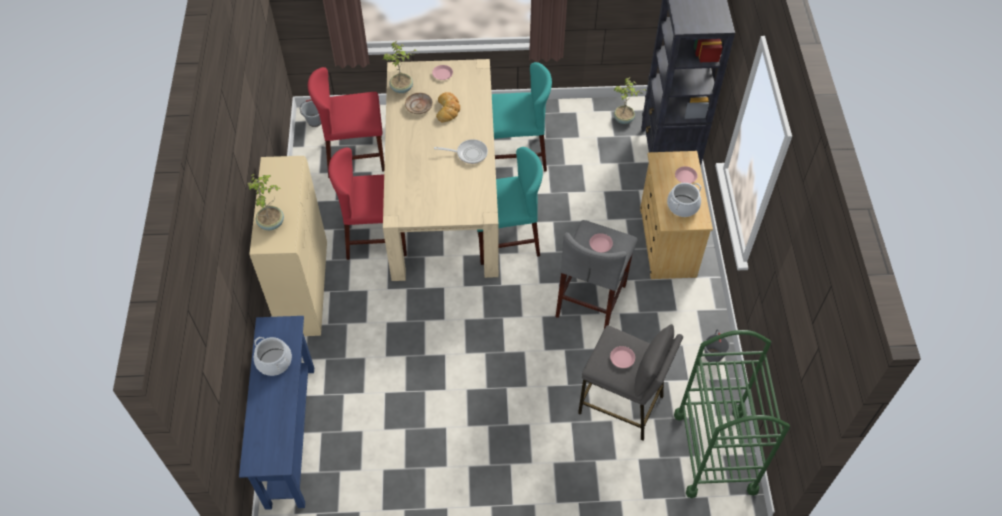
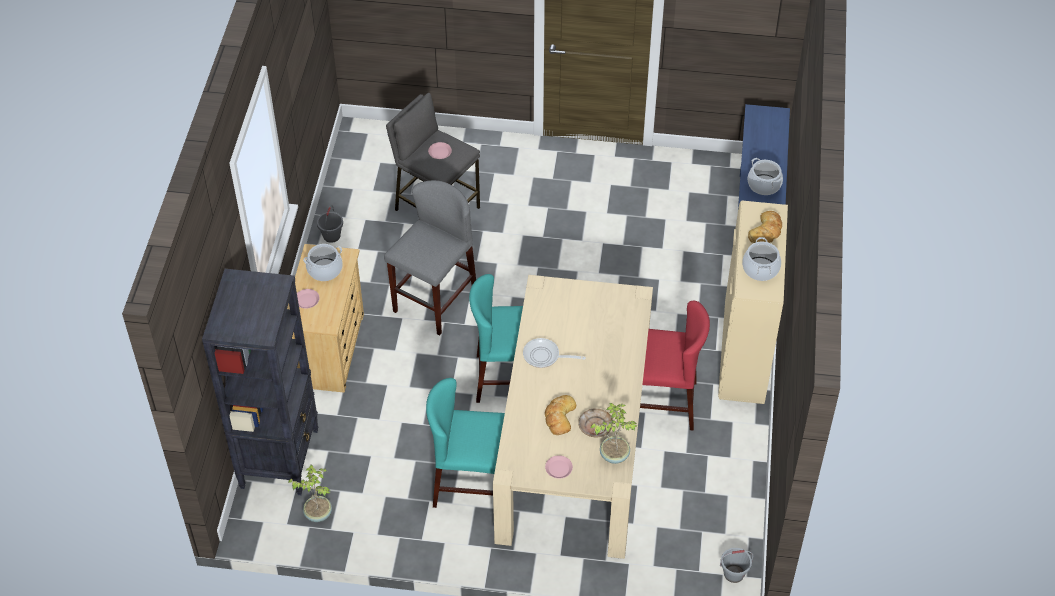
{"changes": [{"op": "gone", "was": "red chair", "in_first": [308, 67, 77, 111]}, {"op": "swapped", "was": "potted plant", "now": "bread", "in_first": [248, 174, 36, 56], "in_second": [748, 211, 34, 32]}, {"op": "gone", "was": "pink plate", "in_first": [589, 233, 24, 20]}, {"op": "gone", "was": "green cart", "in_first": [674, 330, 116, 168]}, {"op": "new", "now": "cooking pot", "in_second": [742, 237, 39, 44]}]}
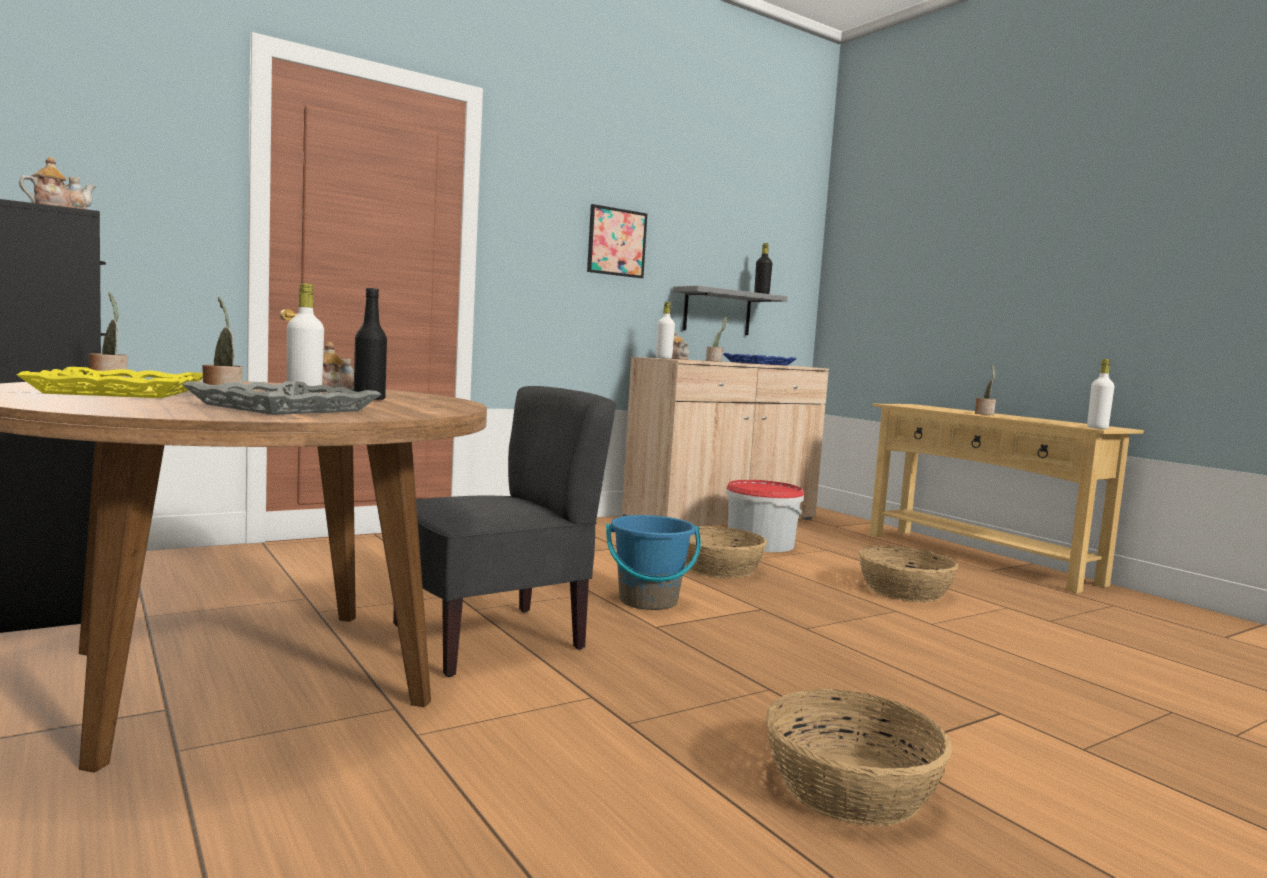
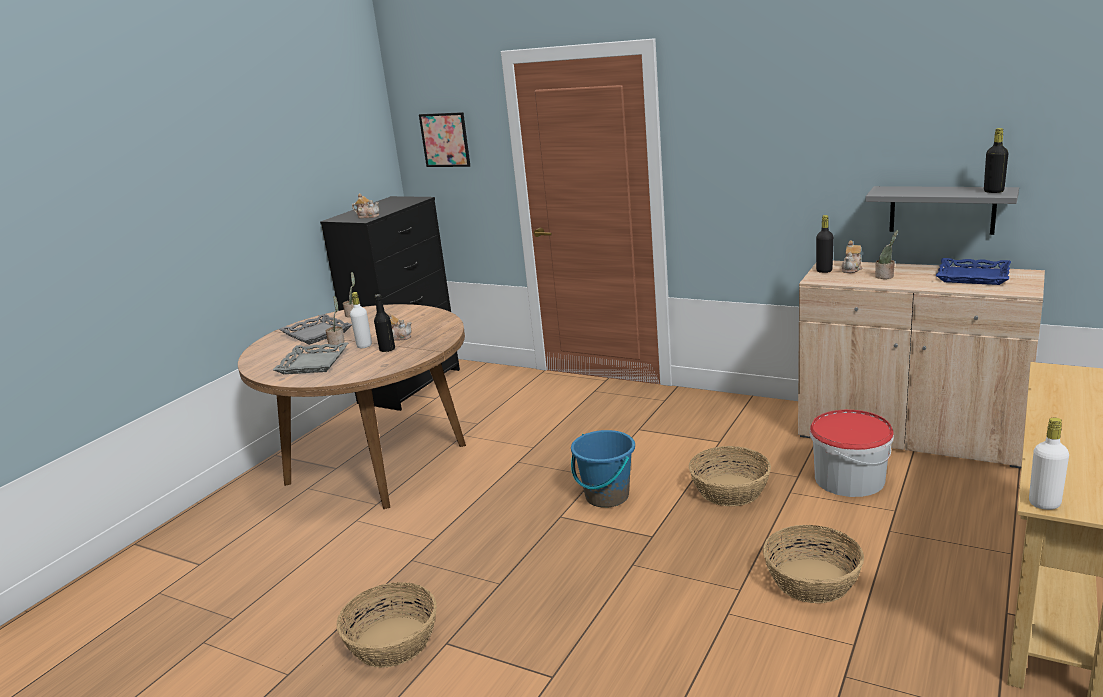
{"changes": [{"op": "shifted", "was": "picture", "in_first": [587, 204, 60, 74], "in_second": [419, 112, 51, 55]}, {"op": "repainted", "was": "white bottle", "now": "black bottle", "in_first": [656, 302, 19, 57], "in_second": [816, 215, 18, 58]}, {"op": "gone", "was": "potted plant", "in_first": [975, 364, 21, 51]}, {"op": "repainted", "was": "yellow tray", "now": "grey tray", "in_first": [17, 367, 186, 31], "in_second": [279, 314, 73, 31]}, {"op": "gone", "was": "grey chair", "in_first": [393, 386, 223, 291]}]}
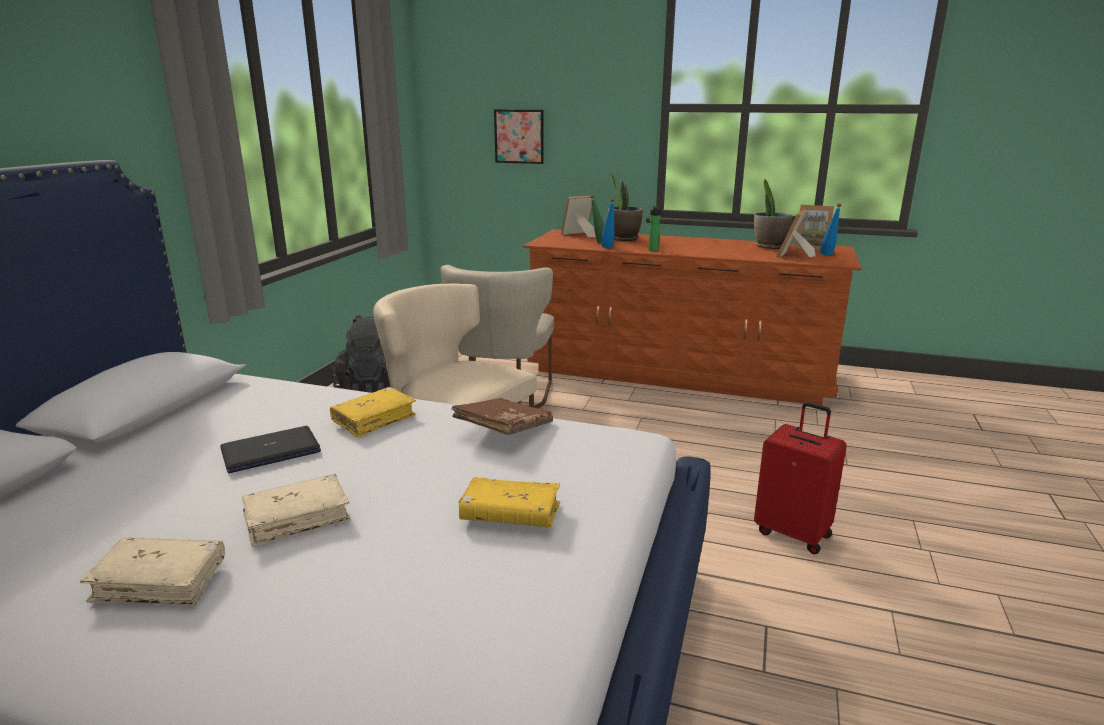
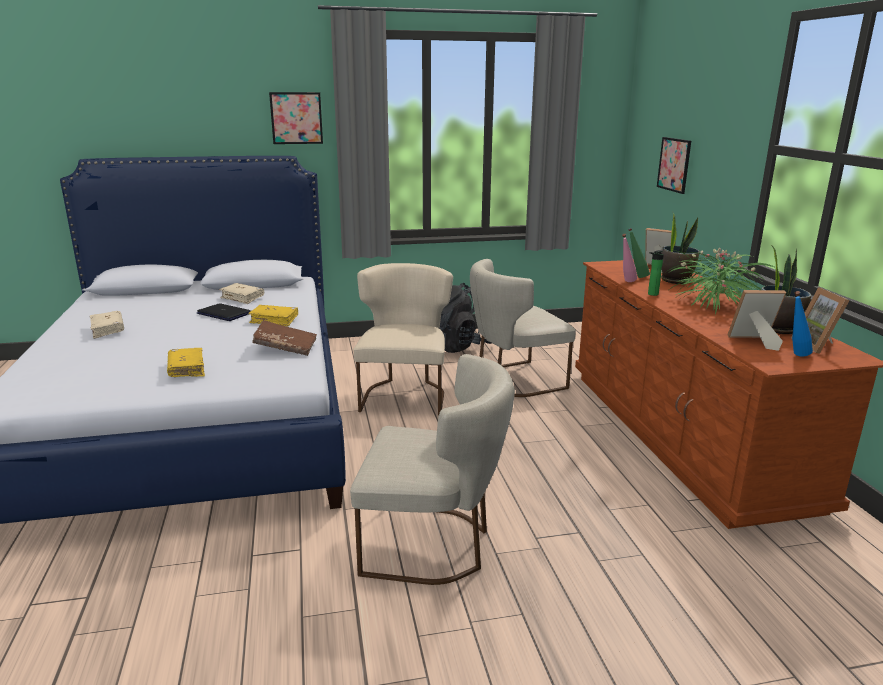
{"changes": [{"op": "repainted", "was": "blue bottle", "now": "pink bottle", "in_first": [601, 198, 14, 50], "in_second": [622, 234, 15, 48]}, {"op": "swapped", "was": "red suitcase", "now": "beige chair", "in_first": [754, 402, 93, 152], "in_second": [350, 354, 165, 231]}, {"op": "shifted", "was": "beige book", "in_first": [241, 474, 110, 73], "in_second": [219, 283, 45, 21]}, {"op": "new", "now": "picture", "in_second": [269, 92, 54, 52]}, {"op": "new", "now": "potted plant", "in_second": [666, 248, 110, 67]}]}
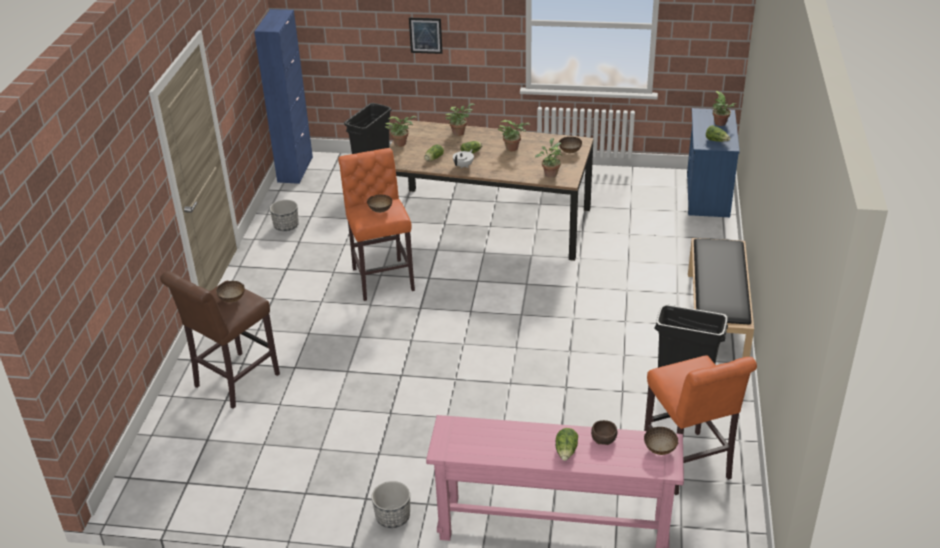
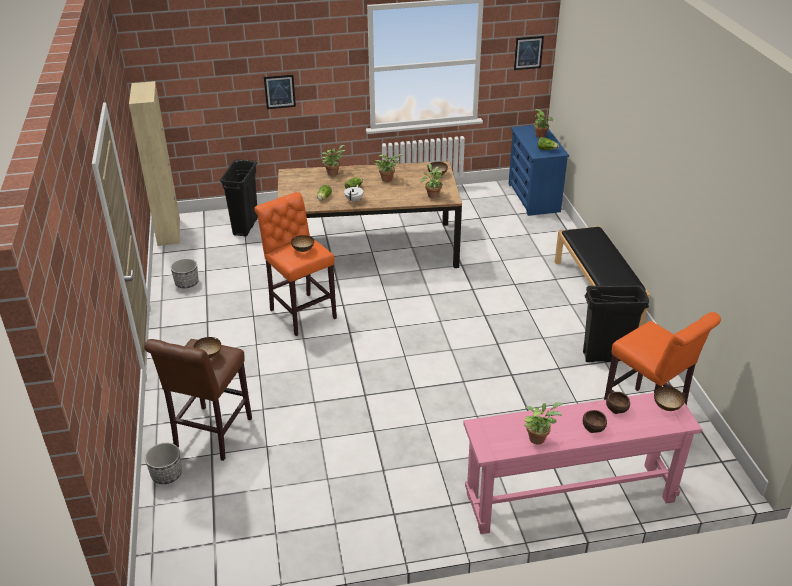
{"changes": [{"op": "repainted", "was": "blue cabinet", "now": "beige cabinet", "in_first": [254, 9, 59, 175], "in_second": [129, 81, 51, 165]}, {"op": "shifted", "was": "potted plant", "in_first": [385, 116, 31, 31], "in_second": [524, 402, 39, 43]}, {"op": "swapped", "was": "lettuce", "now": "brown bowl", "in_first": [556, 428, 22, 33], "in_second": [583, 410, 24, 23]}, {"op": "shifted", "was": "planter", "in_first": [372, 481, 38, 47], "in_second": [145, 443, 37, 41]}, {"op": "new", "now": "picture", "in_second": [514, 36, 30, 34]}]}
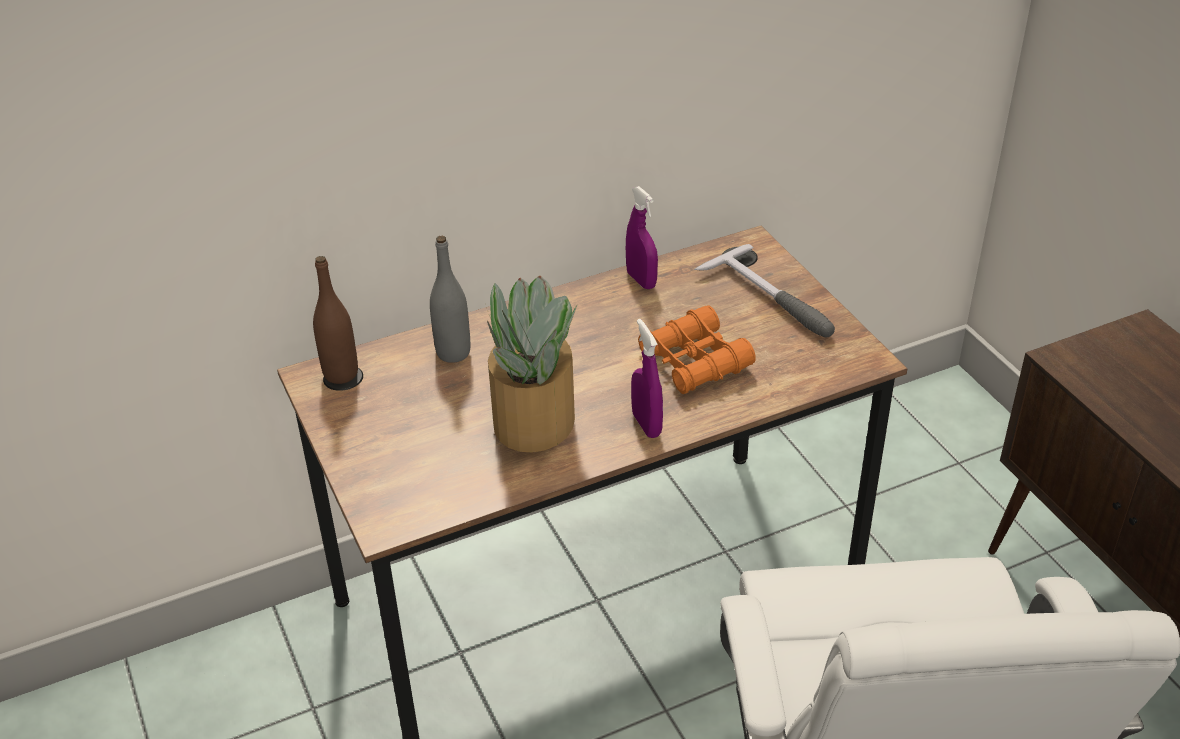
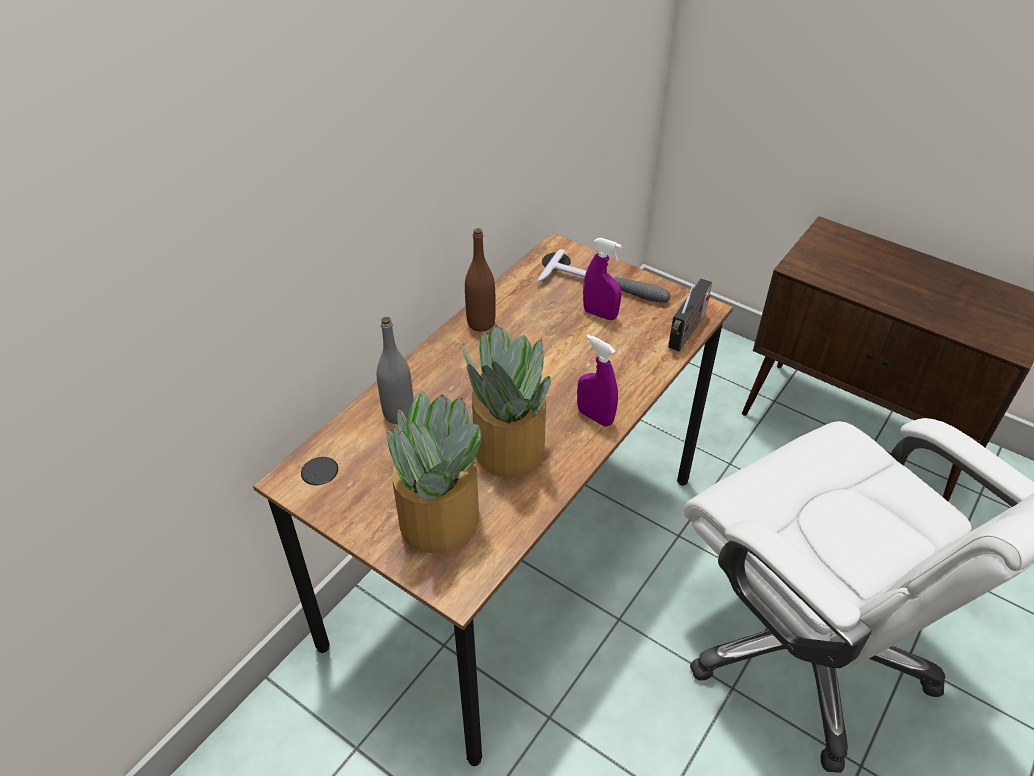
{"changes": [{"op": "shifted", "was": "purple spray bottle", "in_first": [626, 186, 32, 103], "in_second": [583, 238, 39, 82]}, {"op": "shifted", "was": "brown bottle", "in_first": [313, 256, 45, 128], "in_second": [465, 228, 31, 104]}, {"op": "gone", "was": "orange binoculars", "in_first": [638, 306, 118, 88]}, {"op": "new", "now": "radio", "in_second": [668, 278, 44, 74]}, {"op": "new", "now": "potted plant", "in_second": [382, 391, 100, 162]}]}
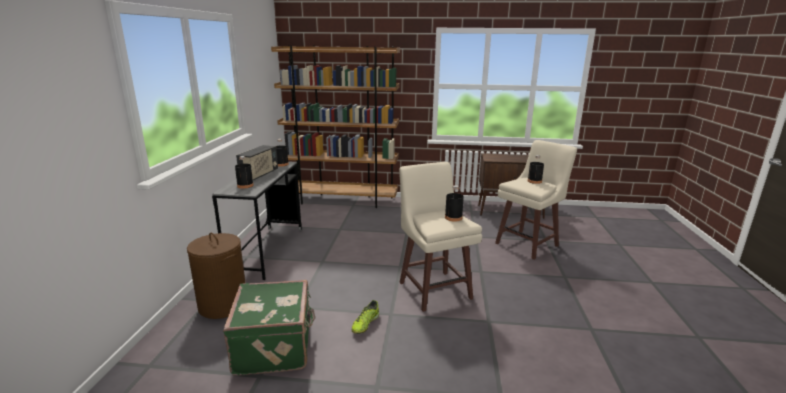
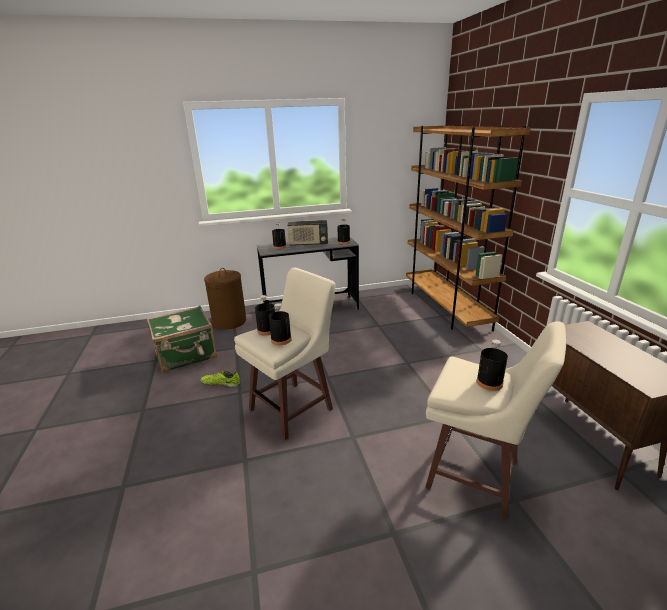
{"changes": [{"op": "new", "now": "black bottle", "in_second": [255, 295, 20, 40]}]}
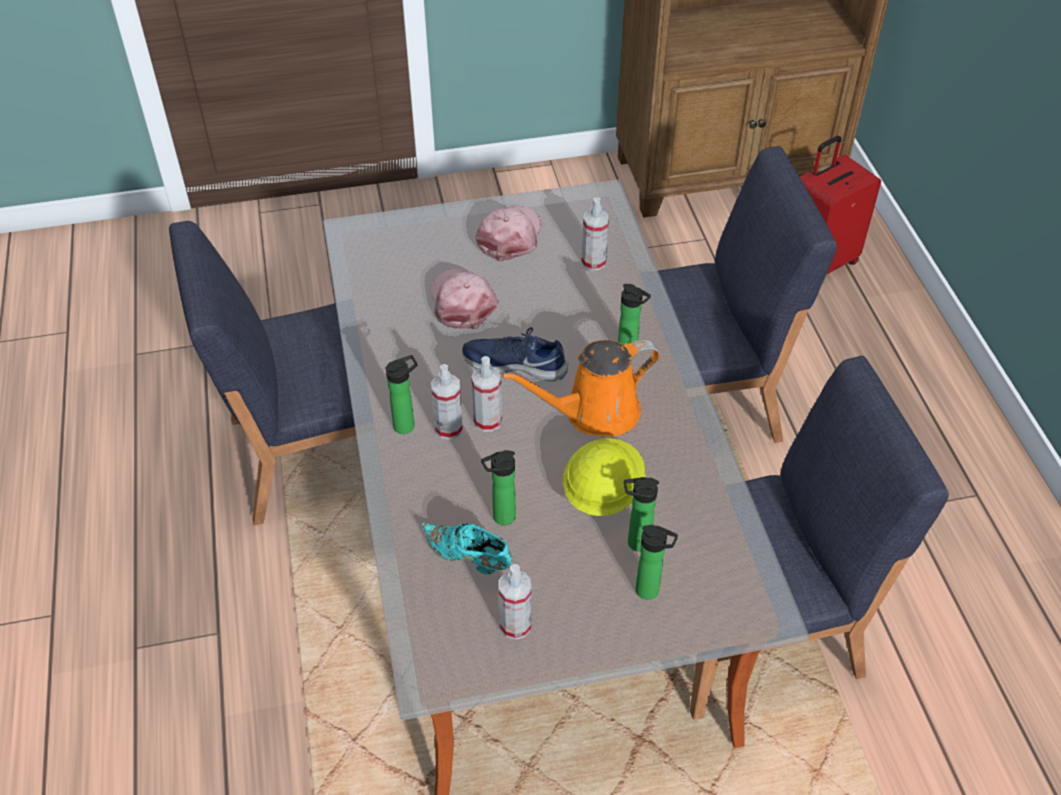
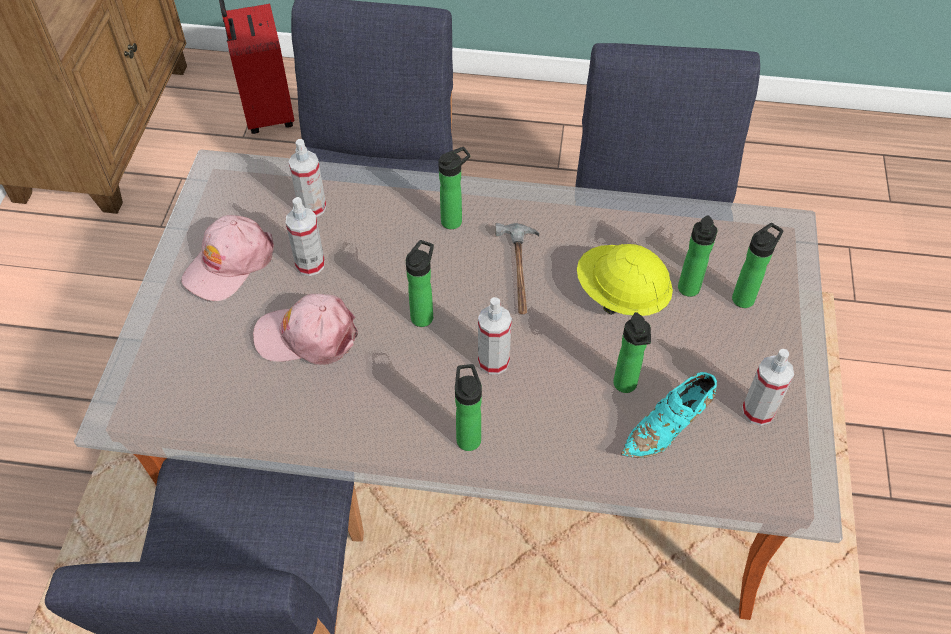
{"changes": [{"op": "rotated", "was": "pink cap", "in_first": [476, 206, 65, 56], "in_second": [181, 215, 93, 86], "clockwise": -90}, {"op": "swapped", "was": "blue shoe", "now": "bottle", "in_first": [462, 327, 106, 54], "in_second": [406, 240, 28, 87]}, {"op": "swapped", "was": "orange watering can", "now": "hammer", "in_first": [502, 340, 158, 97], "in_second": [495, 223, 44, 92]}, {"op": "shifted", "was": "spray bottle", "in_first": [431, 364, 32, 76], "in_second": [286, 197, 39, 79]}]}
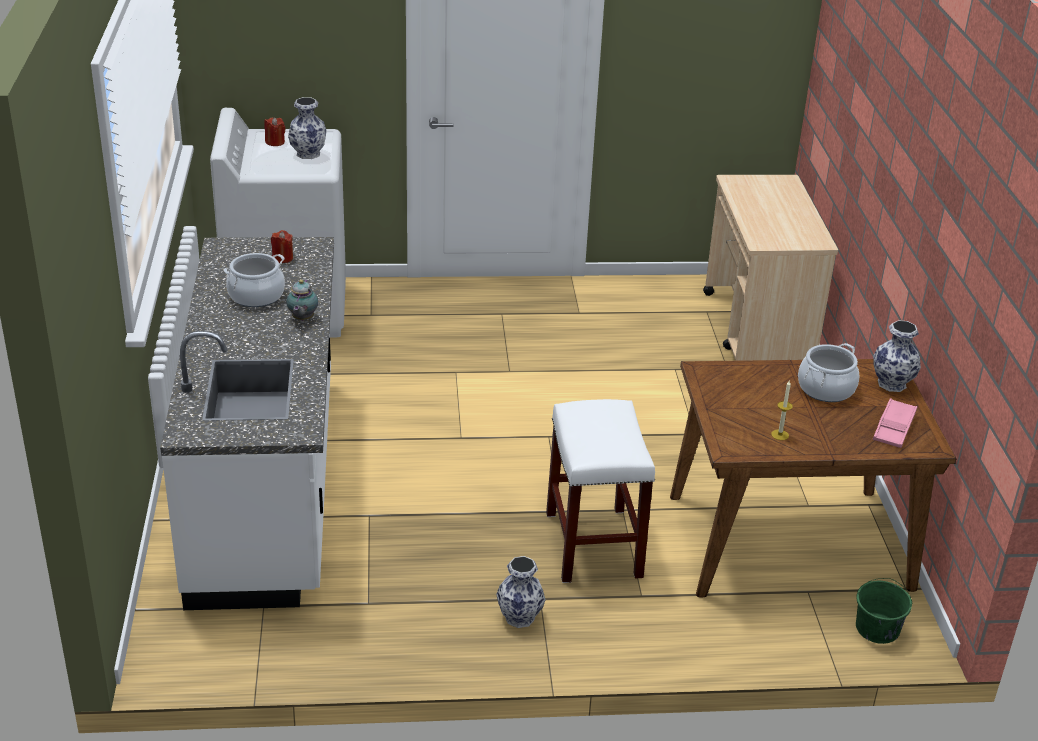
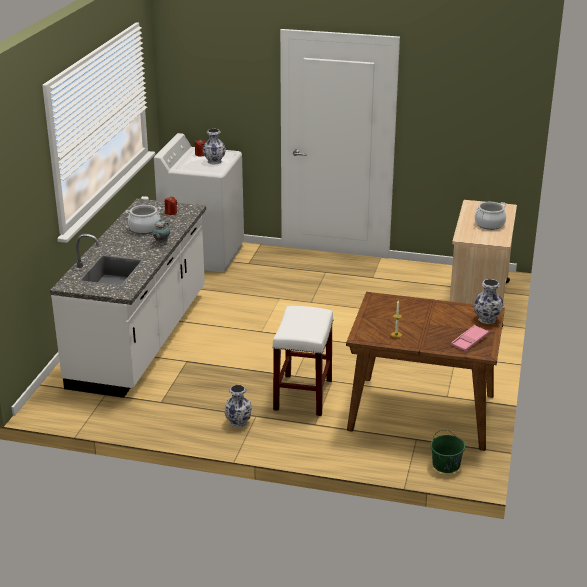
{"changes": [{"op": "shifted", "was": "cooking pot", "in_first": [798, 343, 61, 59], "in_second": [475, 202, 32, 28]}]}
